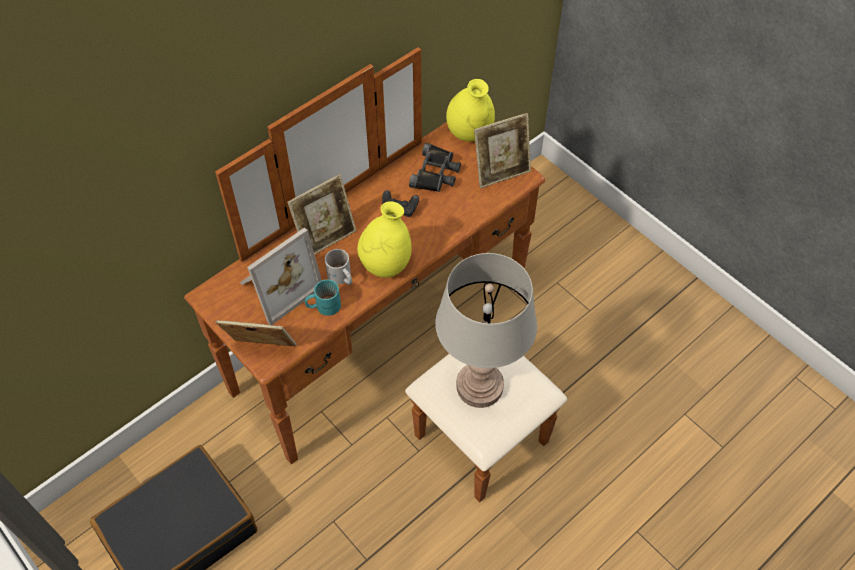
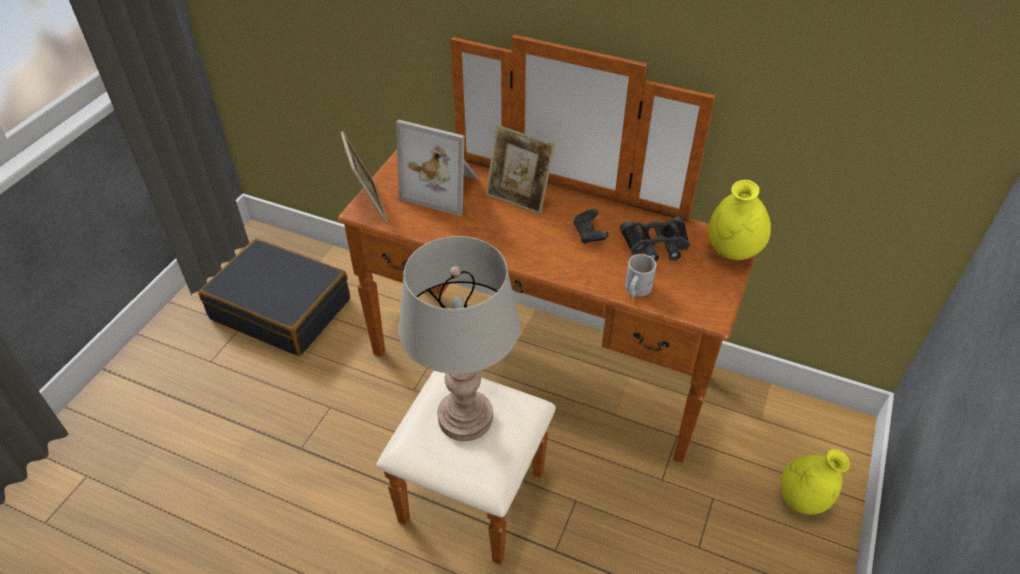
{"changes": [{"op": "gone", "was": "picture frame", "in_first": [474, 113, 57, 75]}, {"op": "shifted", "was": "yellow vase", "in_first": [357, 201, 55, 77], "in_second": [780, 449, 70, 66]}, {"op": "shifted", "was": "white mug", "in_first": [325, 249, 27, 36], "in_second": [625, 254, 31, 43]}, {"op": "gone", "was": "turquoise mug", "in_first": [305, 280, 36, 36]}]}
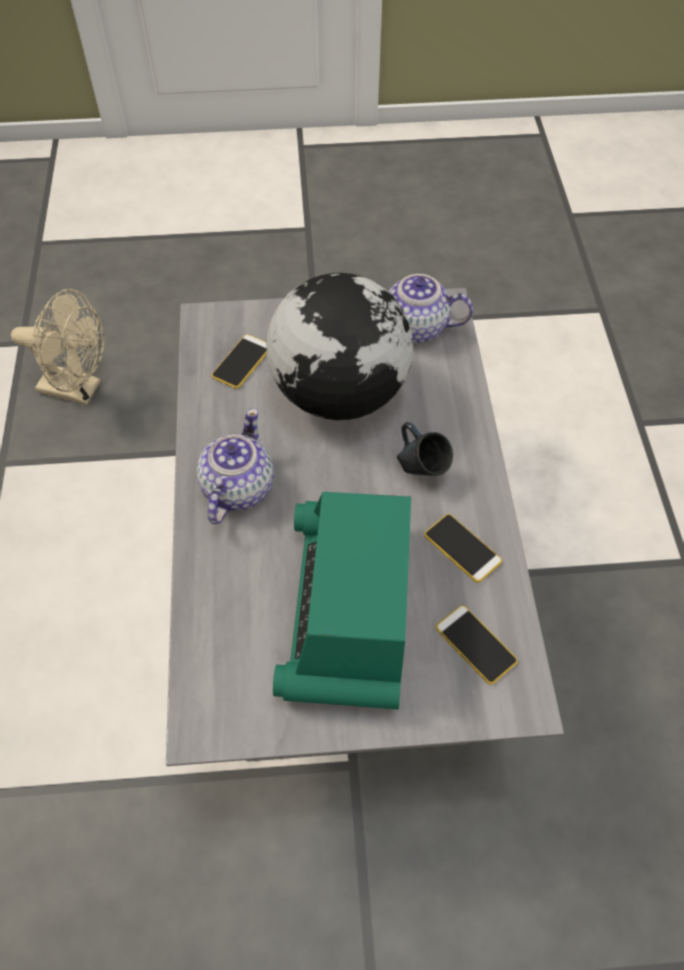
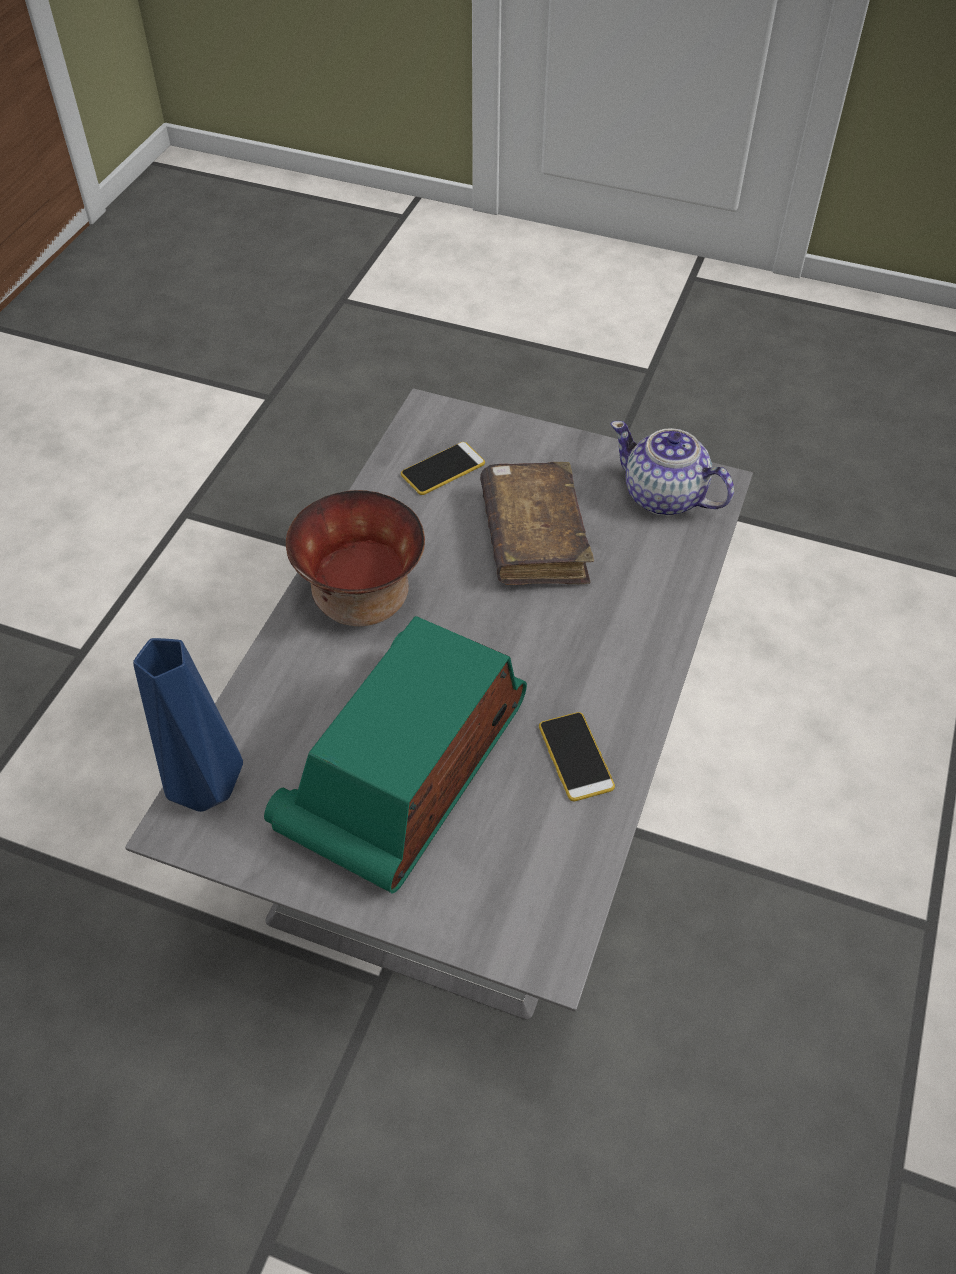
{"changes": [{"op": "swapped", "was": "globe", "now": "brown book", "in_first": [266, 273, 147, 147], "in_second": [480, 462, 114, 123]}, {"op": "gone", "was": "beige fan", "in_first": [11, 289, 93, 116]}, {"op": "swapped", "was": "teapot", "now": "bowl", "in_first": [197, 408, 77, 116], "in_second": [286, 490, 139, 136]}, {"op": "gone", "was": "blue mug", "in_first": [397, 422, 56, 54]}, {"op": "gone", "was": "phone", "in_first": [436, 605, 82, 80]}, {"op": "new", "now": "blue vase", "in_second": [133, 638, 110, 174]}]}
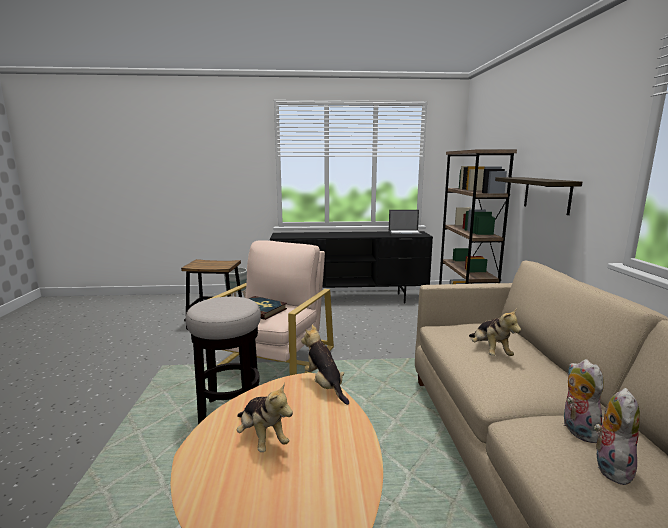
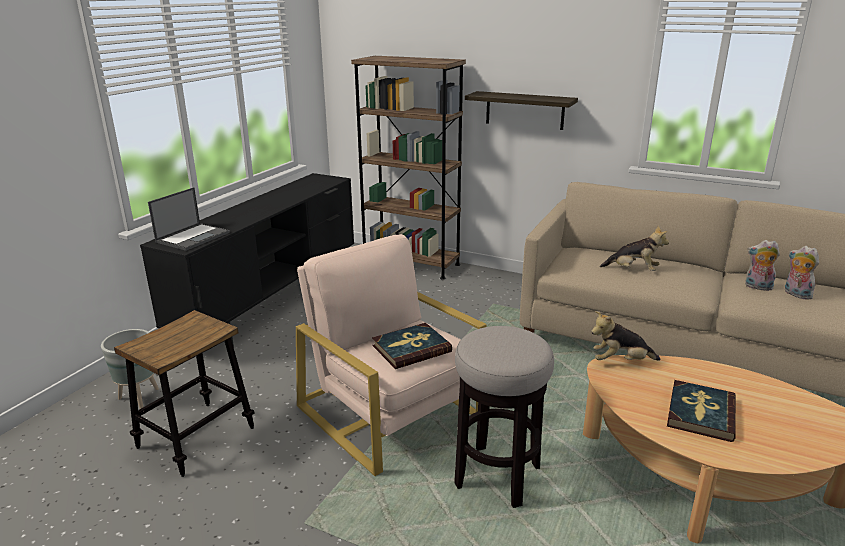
{"changes": [{"op": "shifted", "was": "laptop", "in_first": [389, 210, 34, 26], "in_second": [148, 187, 82, 64]}, {"op": "swapped", "was": "plush toy", "now": "book", "in_first": [237, 382, 56, 70], "in_second": [667, 380, 69, 62]}]}
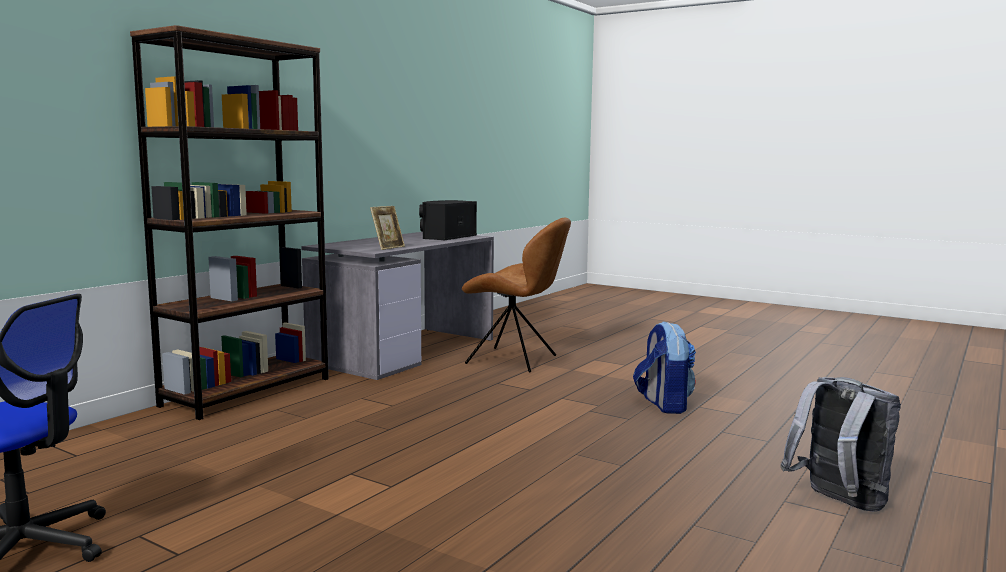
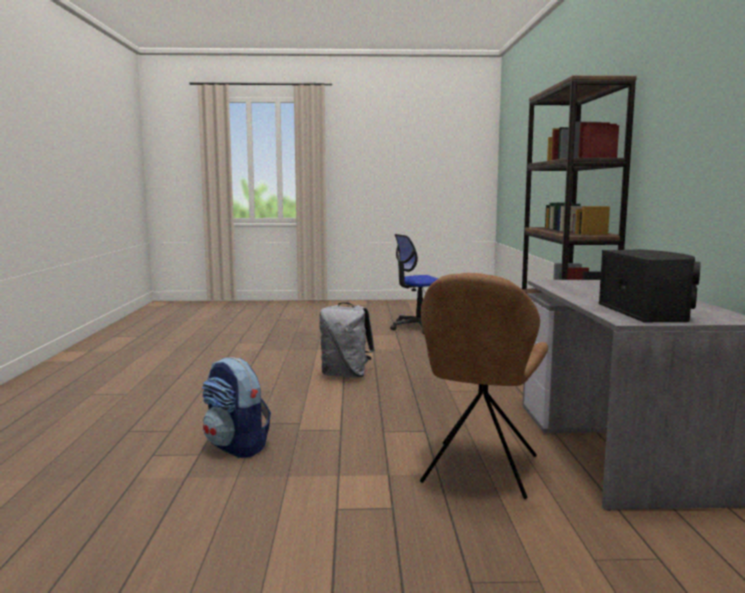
{"changes": [{"op": "gone", "was": "picture frame", "in_first": [370, 206, 35, 44]}, {"op": "rotated", "was": "brown chair", "in_first": [462, 218, 109, 154], "in_second": [420, 273, 128, 226], "clockwise": -60}, {"op": "shifted", "was": "grey backpack", "in_first": [780, 377, 121, 135], "in_second": [319, 302, 56, 76]}]}
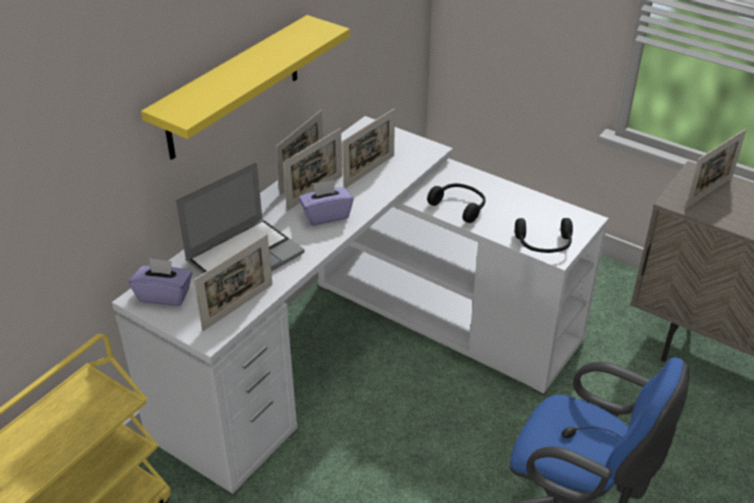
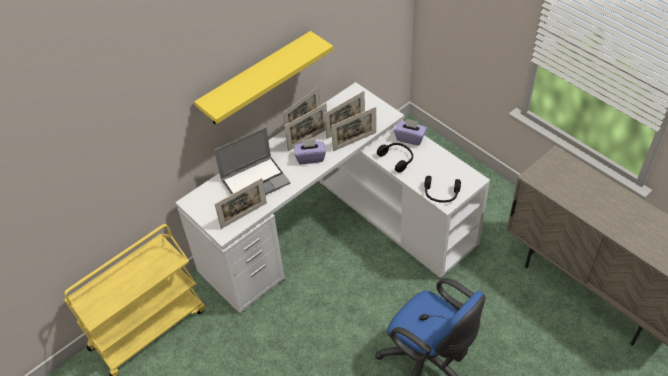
{"changes": [{"op": "shifted", "was": "picture frame", "in_first": [685, 129, 61, 80], "in_second": [331, 107, 45, 44]}, {"op": "shifted", "was": "purple tissue box", "in_first": [129, 258, 63, 48], "in_second": [394, 118, 33, 28]}]}
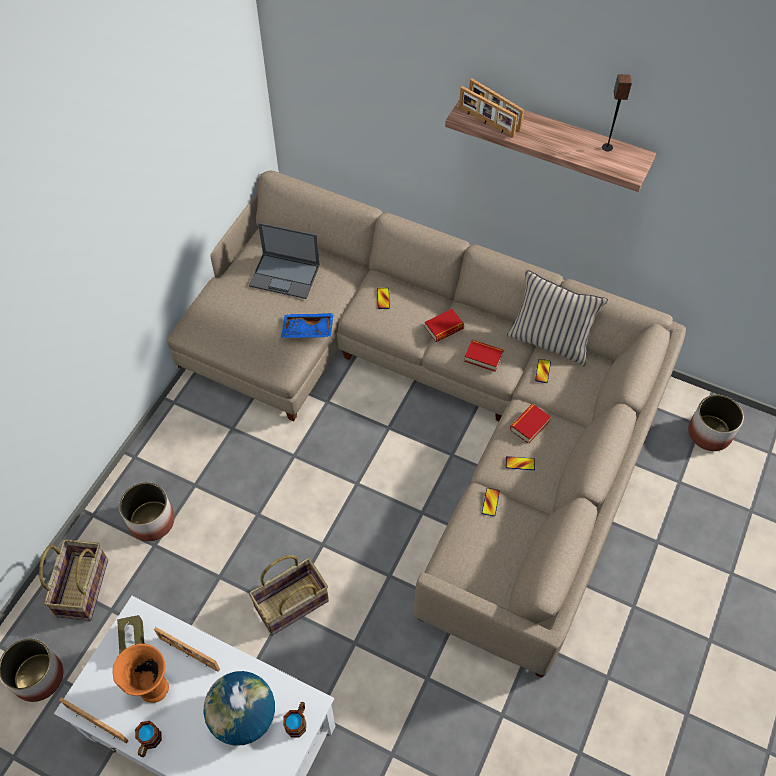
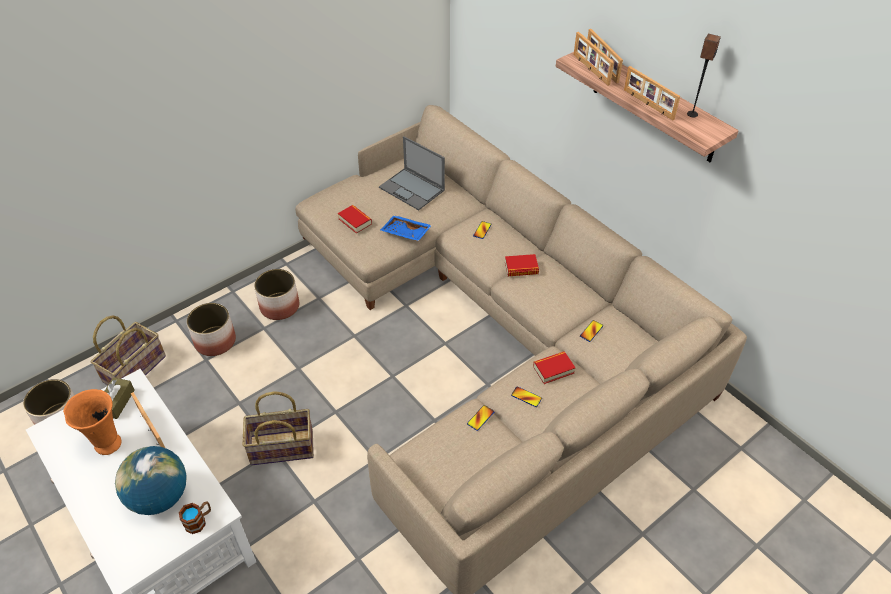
{"changes": [{"op": "gone", "was": "beige pillow", "in_first": [506, 270, 102, 96]}, {"op": "shifted", "was": "book", "in_first": [464, 340, 40, 32], "in_second": [338, 205, 34, 29]}, {"op": "shifted", "was": "planter", "in_first": [688, 395, 56, 56], "in_second": [254, 269, 45, 51]}, {"op": "shifted", "was": "picture frame", "in_first": [59, 697, 69, 47], "in_second": [624, 66, 56, 54]}, {"op": "gone", "was": "mug", "in_first": [135, 721, 27, 36]}]}
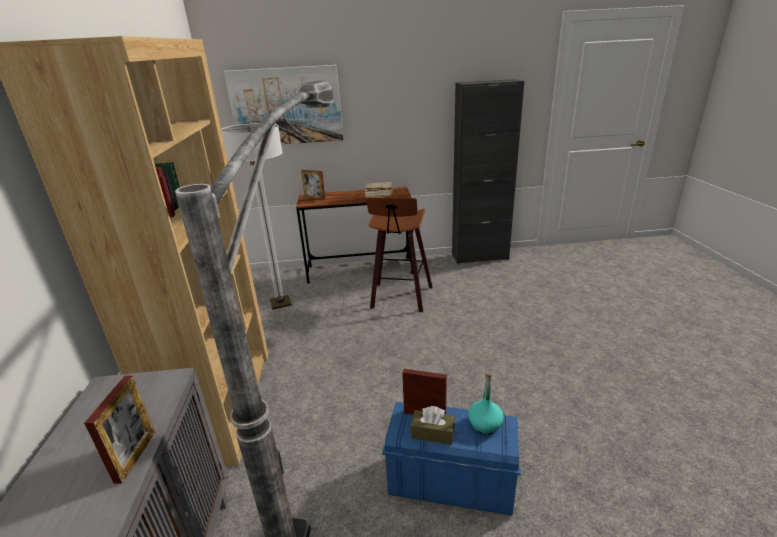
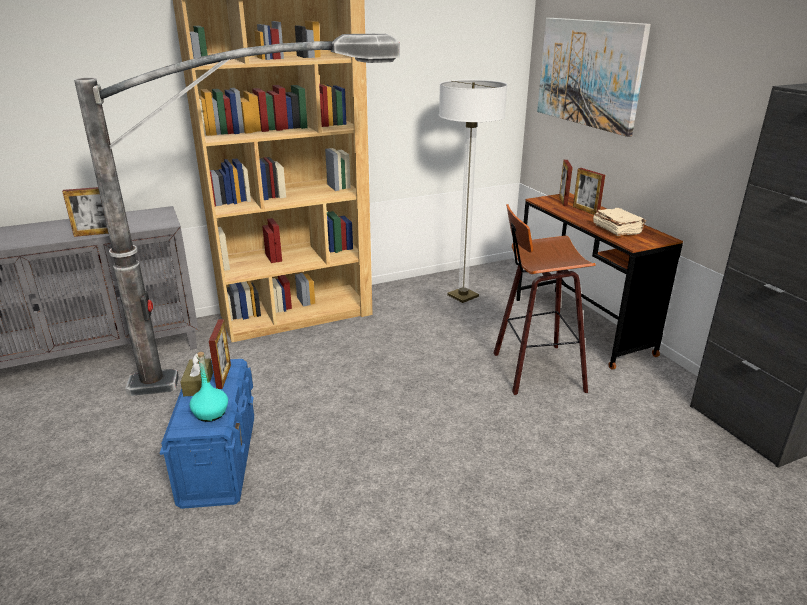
{"changes": [{"op": "new", "now": "picture frame", "in_second": [573, 168, 32, 47]}]}
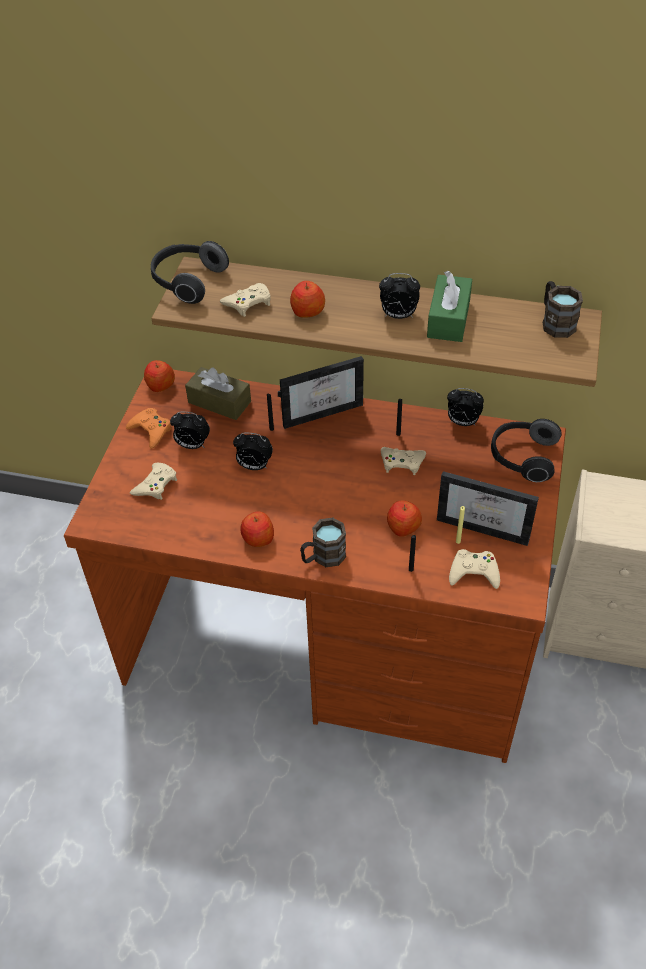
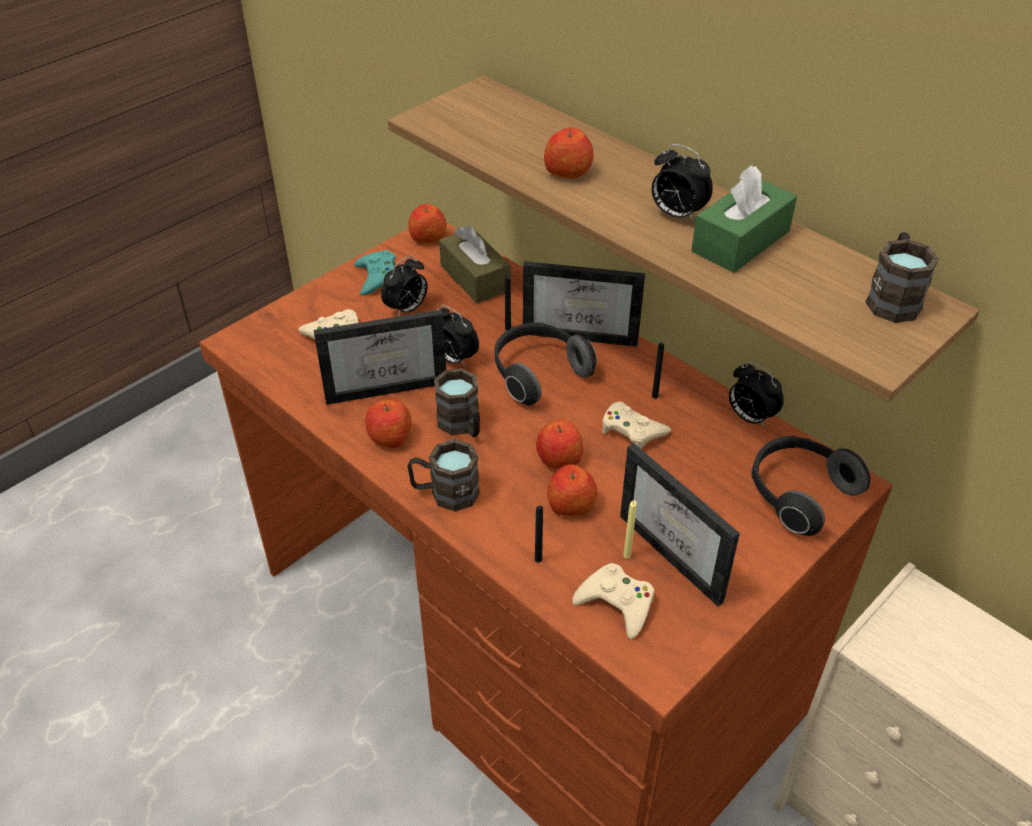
{"changes": [{"op": "shifted", "was": "headphones", "in_first": [151, 241, 78, 63], "in_second": [494, 322, 103, 83]}, {"op": "gone", "was": "beige game controller", "in_first": [220, 283, 51, 34]}, {"op": "repainted", "was": "orange game controller", "now": "turquoise game controller", "in_first": [126, 408, 46, 41], "in_second": [354, 250, 42, 45]}, {"op": "rotated", "was": "alarm clock", "in_first": [170, 411, 40, 38], "in_second": [381, 255, 46, 62], "clockwise": -90}, {"op": "new", "now": "picture frame", "in_second": [313, 310, 133, 95]}, {"op": "new", "now": "brown mug", "in_second": [434, 368, 46, 69]}, {"op": "new", "now": "apple", "in_second": [536, 419, 47, 50]}]}
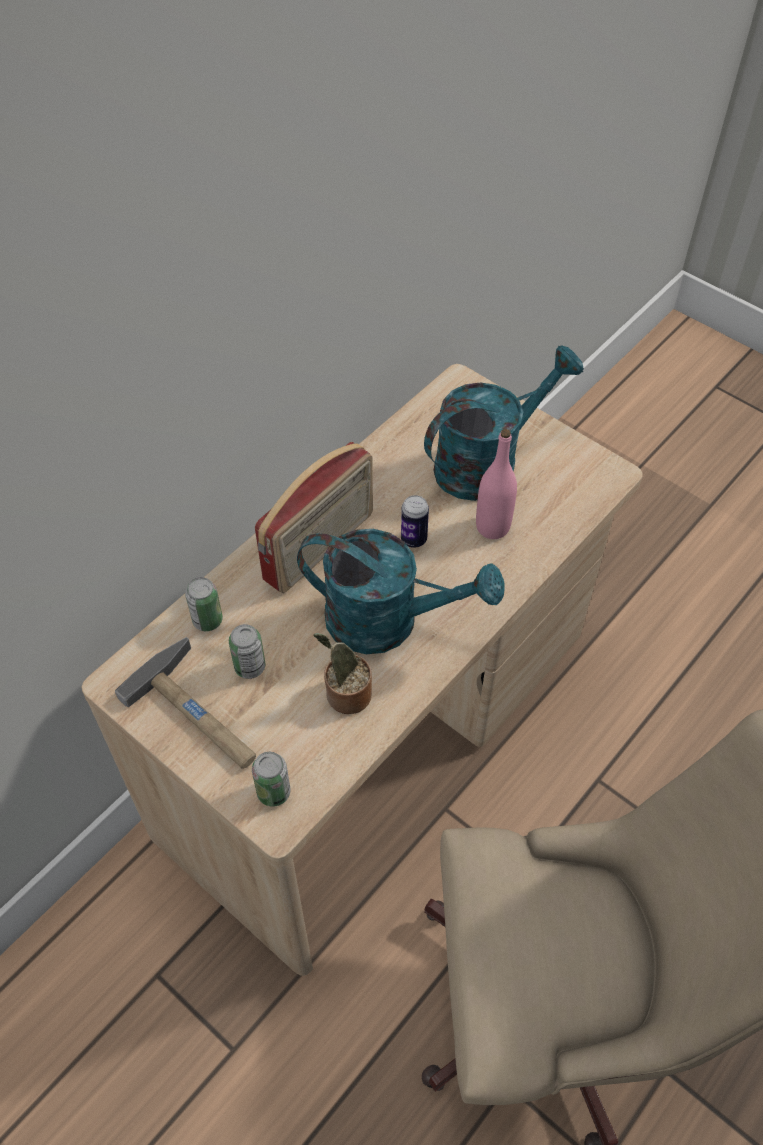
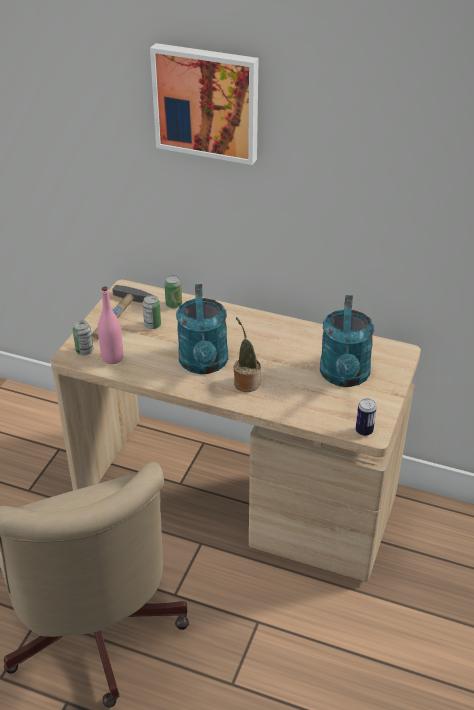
{"changes": [{"op": "rotated", "was": "turquoise watering can", "in_first": [424, 345, 160, 156], "in_second": [320, 295, 54, 92], "clockwise": 60}, {"op": "shifted", "was": "pink bottle", "in_first": [476, 429, 41, 110], "in_second": [98, 286, 25, 78]}, {"op": "gone", "was": "radio", "in_first": [255, 442, 118, 151]}, {"op": "shifted", "was": "can", "in_first": [401, 495, 28, 53], "in_second": [356, 398, 21, 38]}, {"op": "shifted", "was": "potted plant", "in_first": [313, 633, 59, 81], "in_second": [233, 317, 28, 75]}, {"op": "new", "now": "picture", "in_second": [150, 43, 109, 122]}]}
